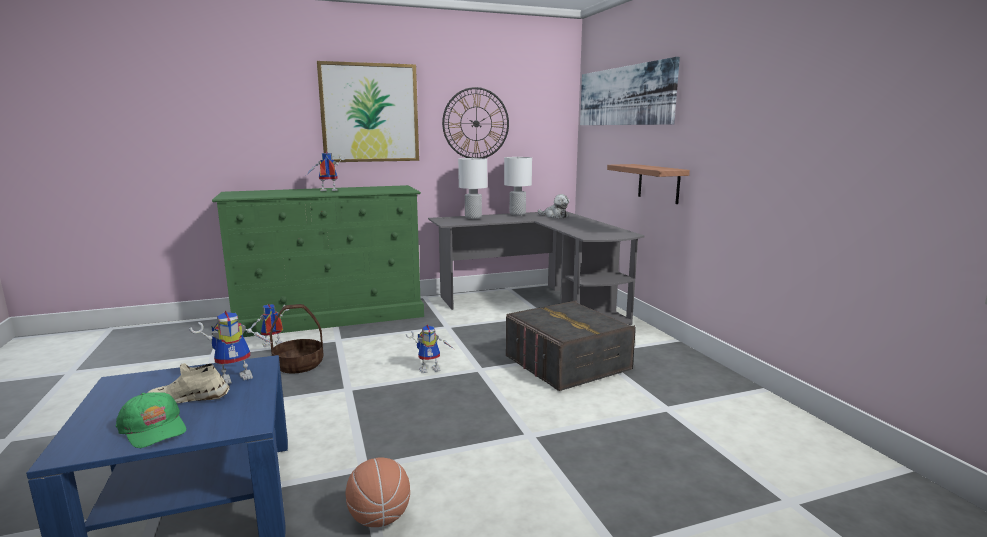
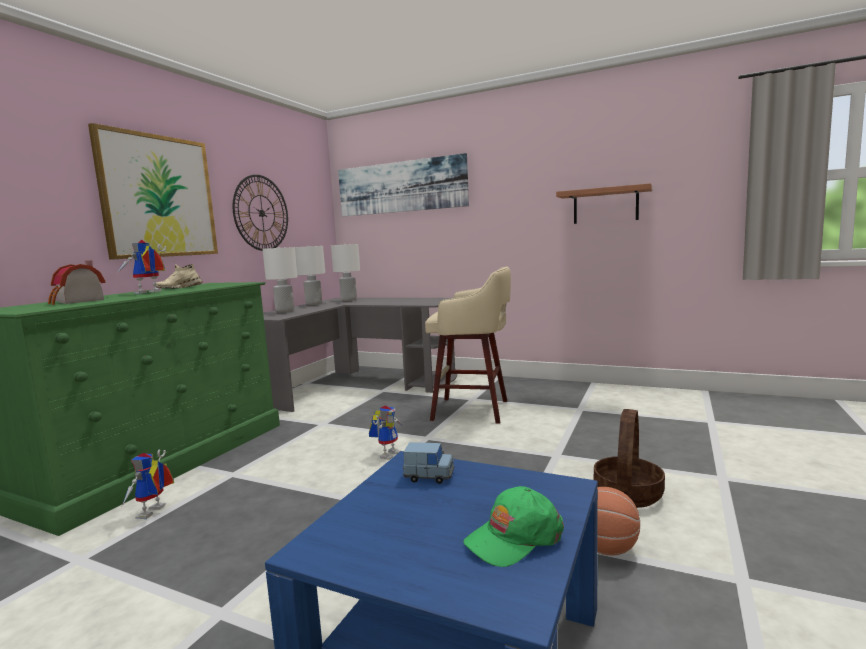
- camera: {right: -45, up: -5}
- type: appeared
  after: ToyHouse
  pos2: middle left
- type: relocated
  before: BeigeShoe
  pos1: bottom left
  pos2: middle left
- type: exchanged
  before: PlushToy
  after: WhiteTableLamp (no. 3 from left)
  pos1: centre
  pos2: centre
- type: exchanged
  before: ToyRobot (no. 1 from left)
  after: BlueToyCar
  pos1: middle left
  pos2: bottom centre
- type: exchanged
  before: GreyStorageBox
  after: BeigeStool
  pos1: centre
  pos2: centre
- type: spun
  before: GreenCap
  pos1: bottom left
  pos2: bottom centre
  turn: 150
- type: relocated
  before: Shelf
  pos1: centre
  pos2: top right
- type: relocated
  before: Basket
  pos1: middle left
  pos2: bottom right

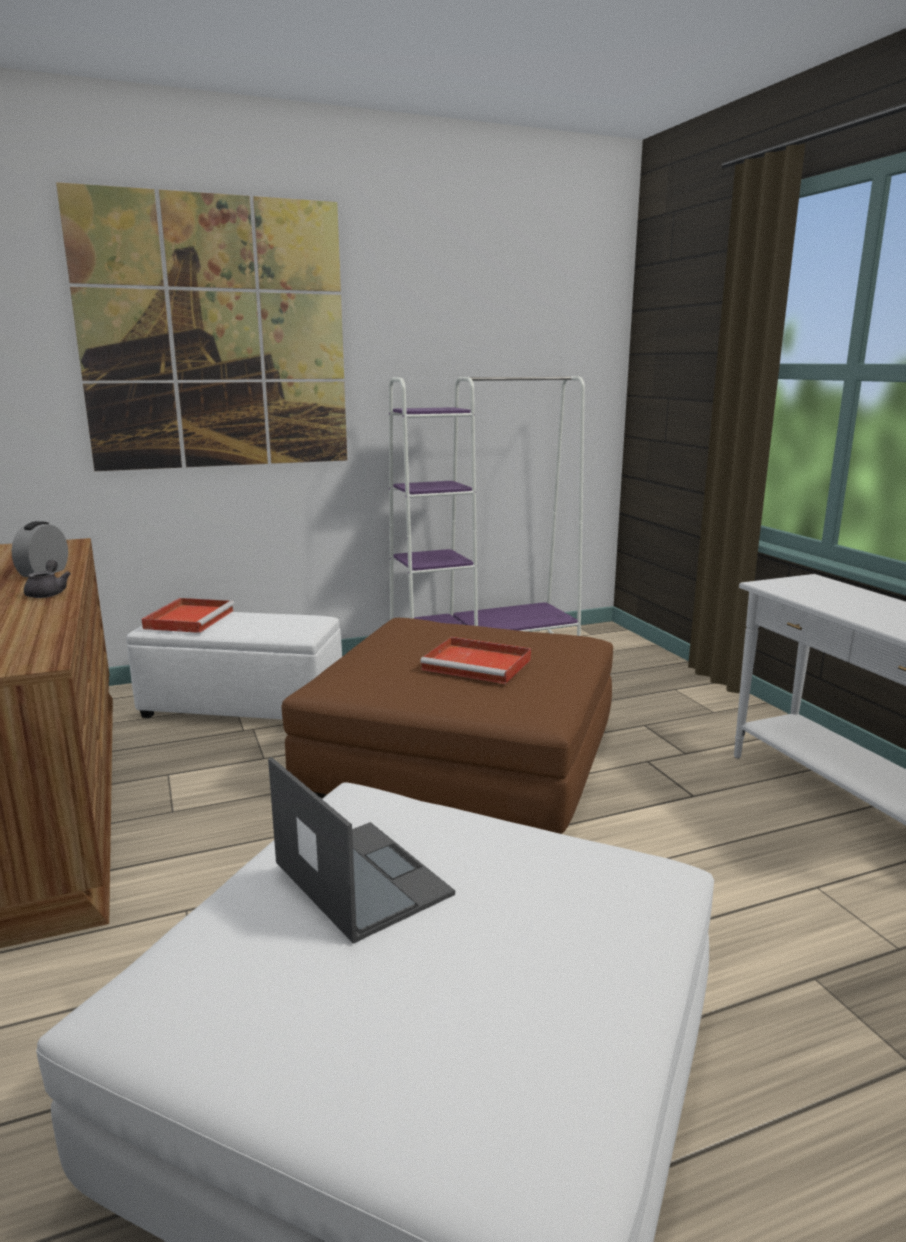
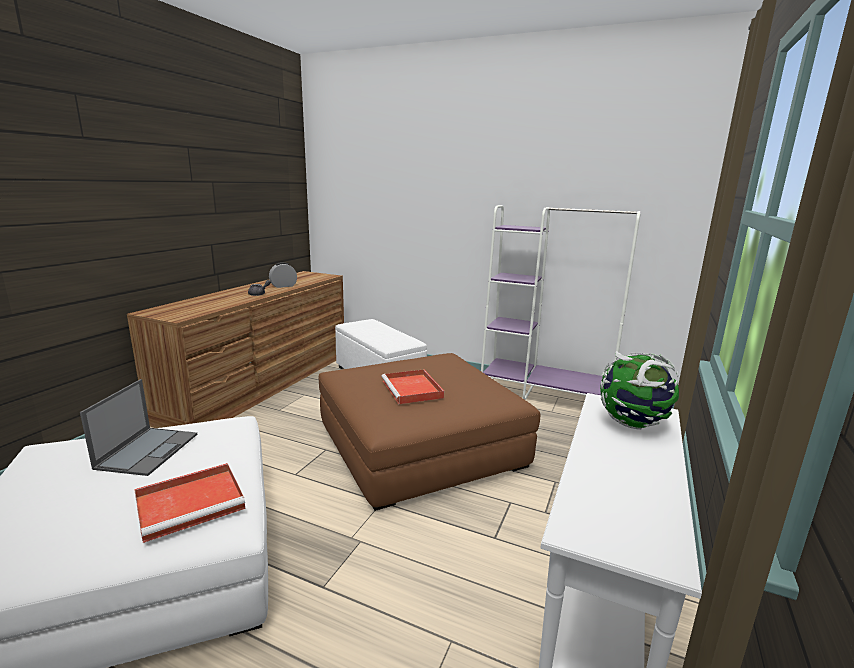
- camera: {right: 45, up: 0}
- type: relocated
  before: RedTray (no. 1 from left)
  pos1: middle left
  pos2: bottom left
- type: appeared
  after: Globe
  pos2: middle right
- type: missing
  before: Picture
  pos1: top left

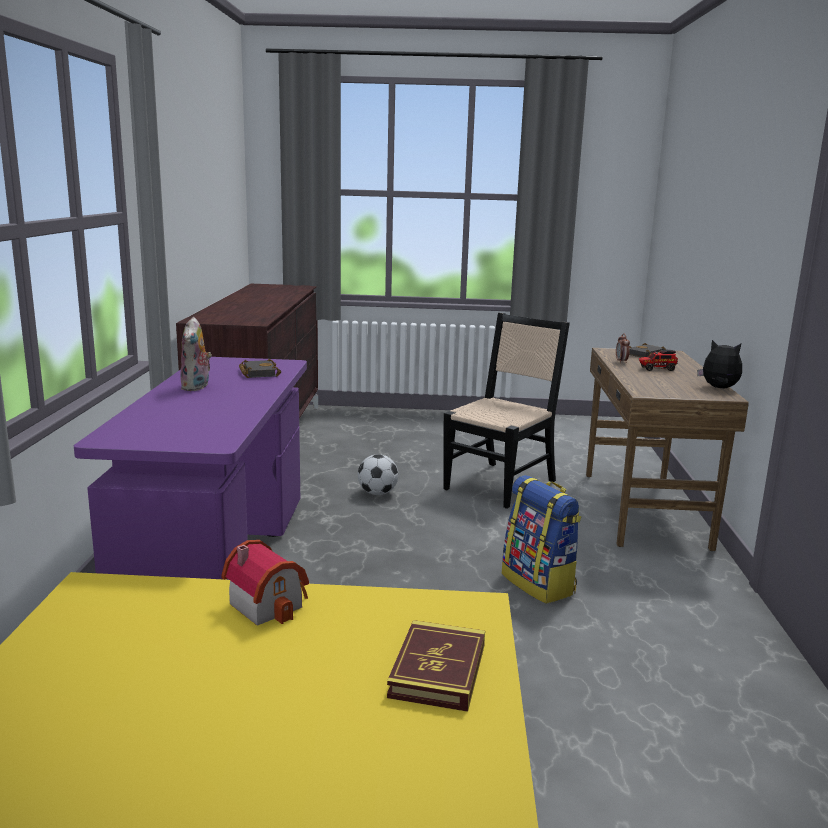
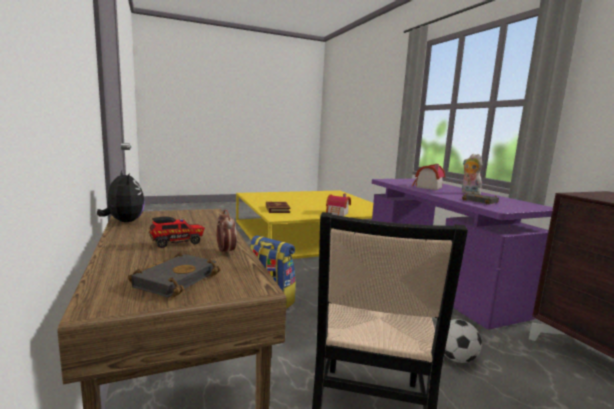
- camera: {right: 155, up: -5}
- type: spun
  before: PlushToy (no. 2 from left in the first image)
  pos1: middle right
  pos2: middle left
  turn: -135
- type: appeared
  after: ToyHouse (no. 2 from left)
  pos2: middle right

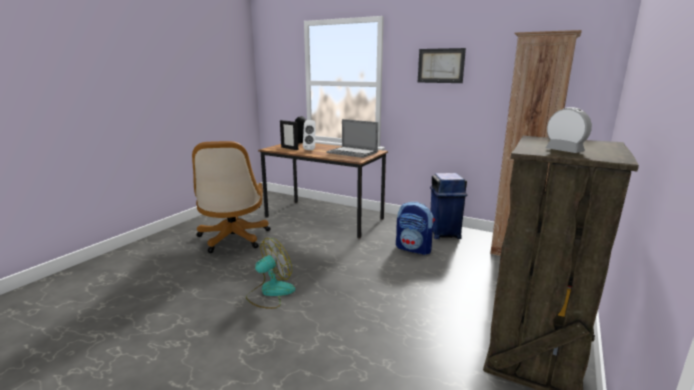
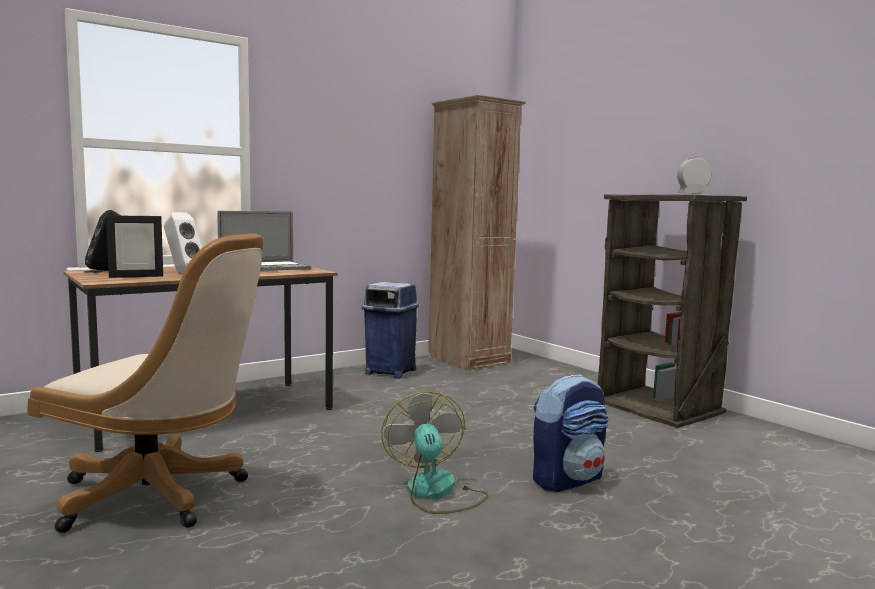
- camera: {right: -65, up: -10}
- type: relocated
  before: Backpack
  pos1: centre
  pos2: bottom centre
- type: missing
  before: Picture
  pos1: top centre

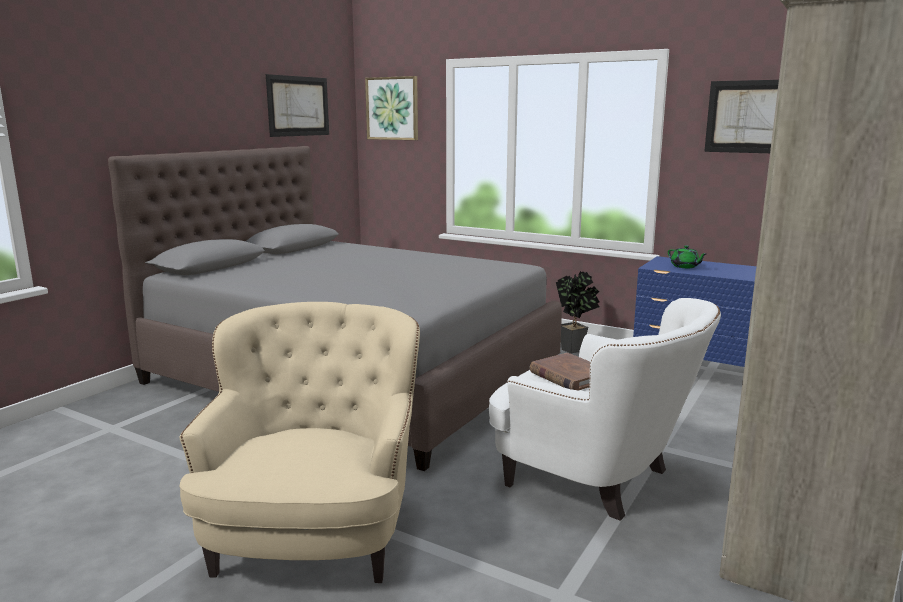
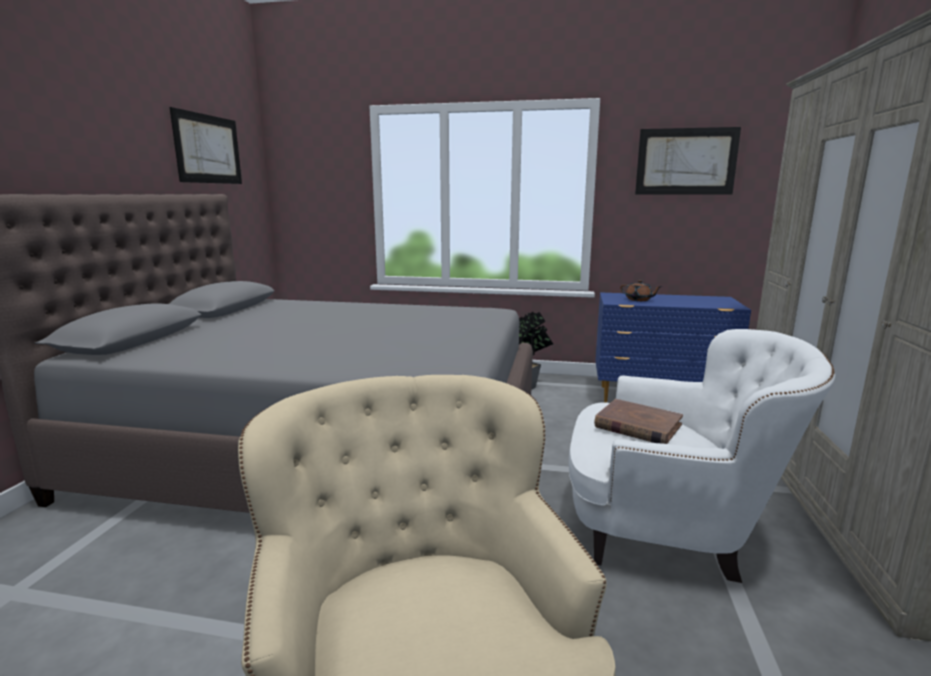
- camera: {right: -20, up: 0}
- type: colour
  before: GreenTeapot
  after: BrownTeapot
  pos1: middle right
  pos2: middle right
- type: missing
  before: Picture (no. 2 from left)
  pos1: top centre

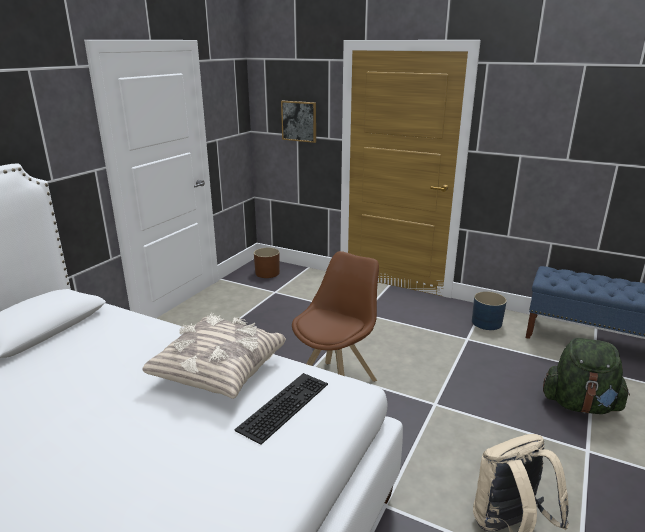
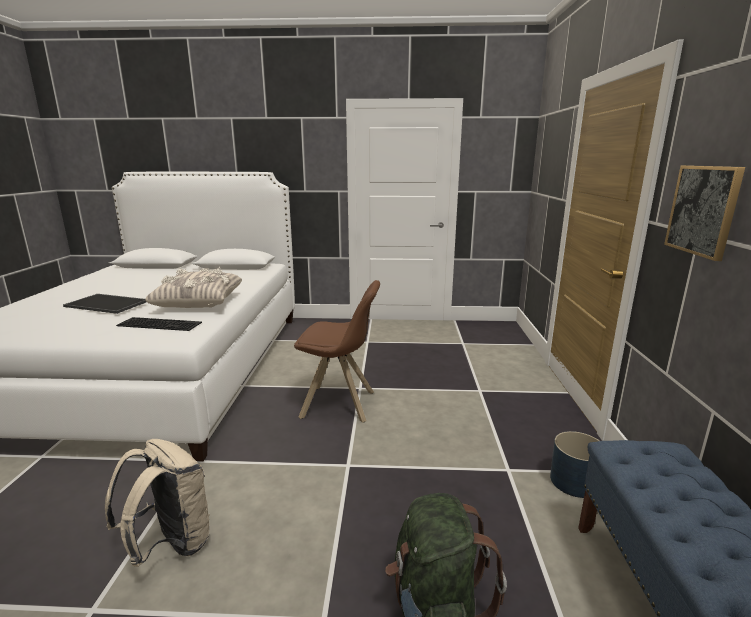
- camera: {right: 65, up: -5}
- type: appeared
  after: Tray
  pos2: middle left
- type: relocated
  before: Picture
  pos1: top centre
  pos2: middle right
- type: missing
  before: BrownPlanter
  pos1: centre

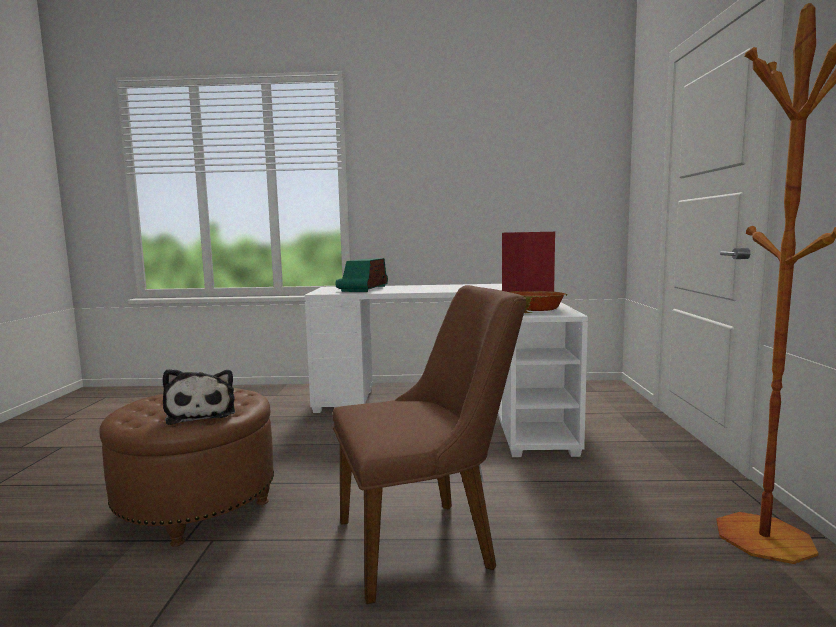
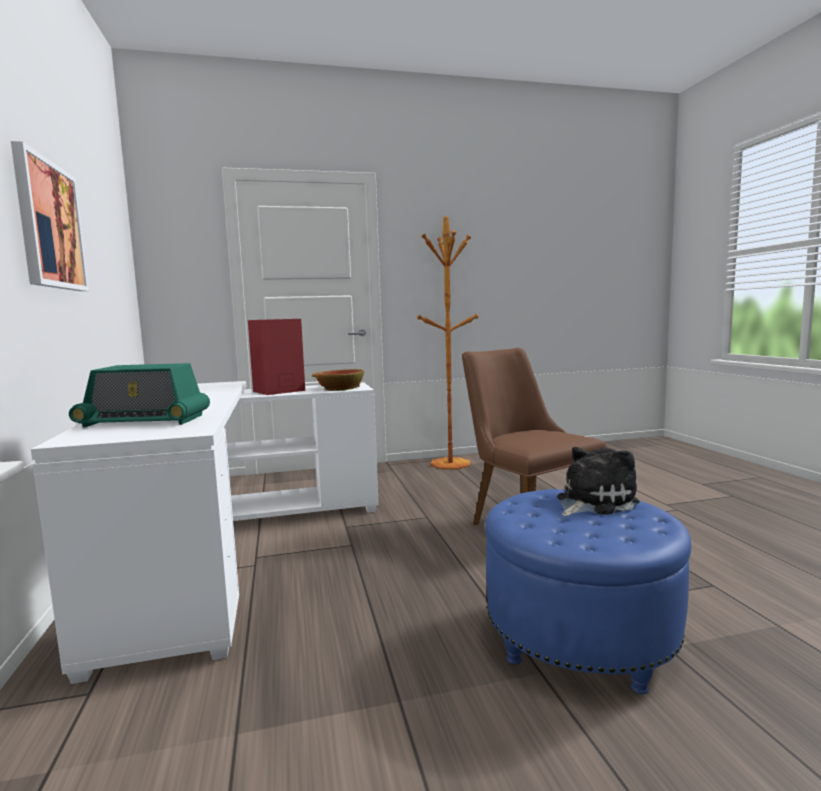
- camera: {right: -105, up: 0}
- type: appeared
  after: Picture
  pos2: top left
- type: colour
  before: BrownOttoman
  after: BlueOttoman
  pos1: bottom left
  pos2: bottom right

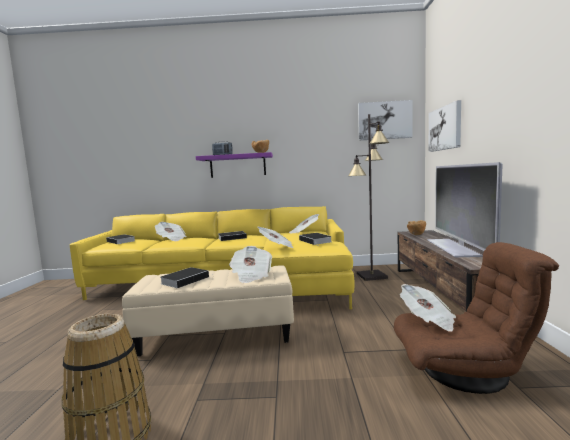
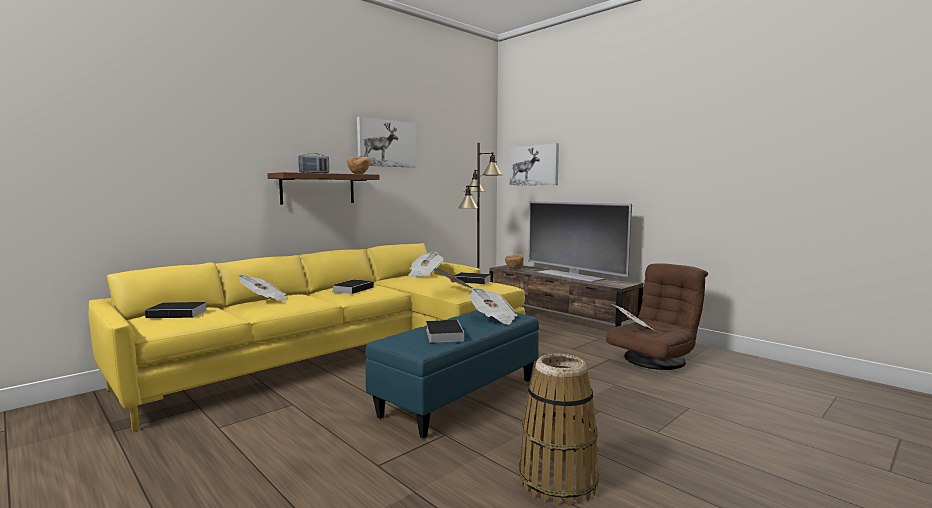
- camera: {right: -45, up: 0}
- type: colour
  before: PurpleShelf
  after: BrownShelf
  pos1: centre
  pos2: centre
- type: relocated
  before: Picture (no. 1 from left)
  pos1: top right
  pos2: top centre
- type: colour
  before: BeigeOttoman
  after: BlueOttoman
  pos1: bottom centre
  pos2: bottom centre

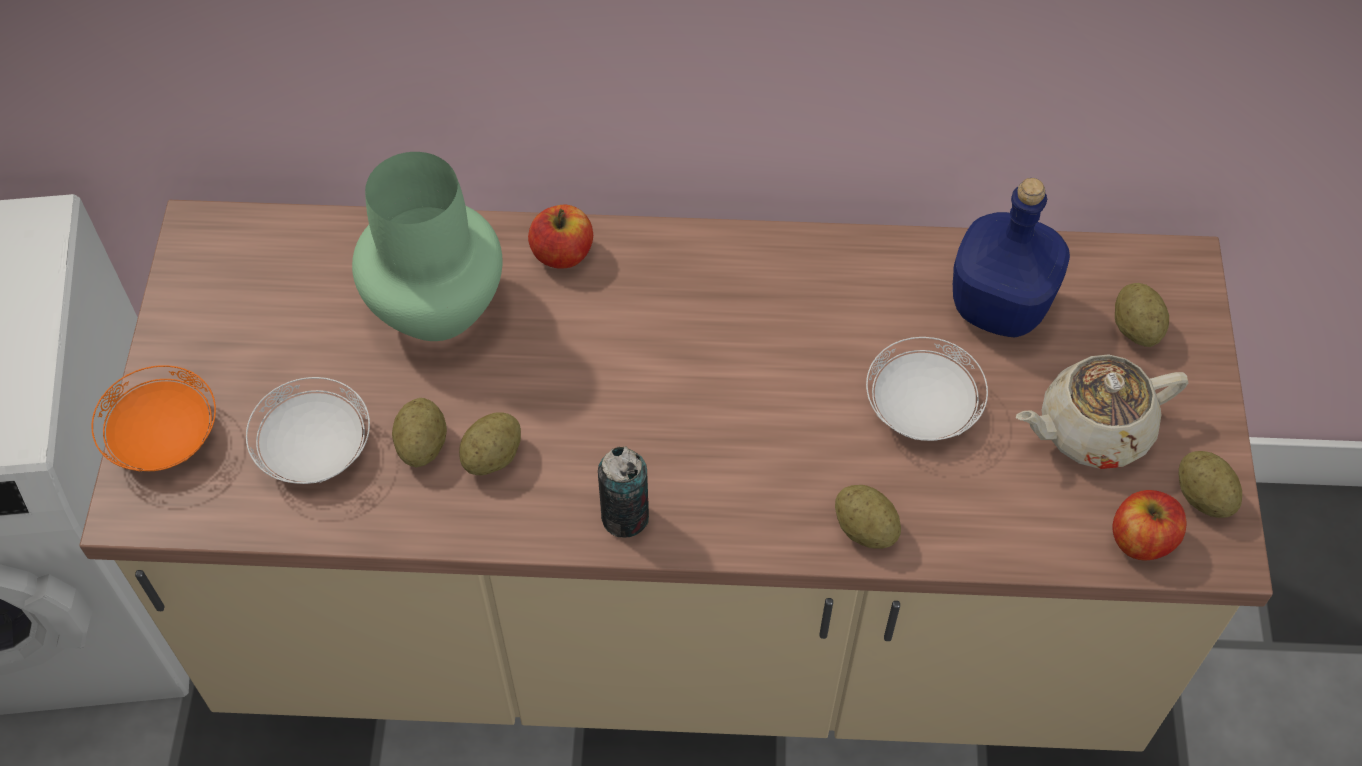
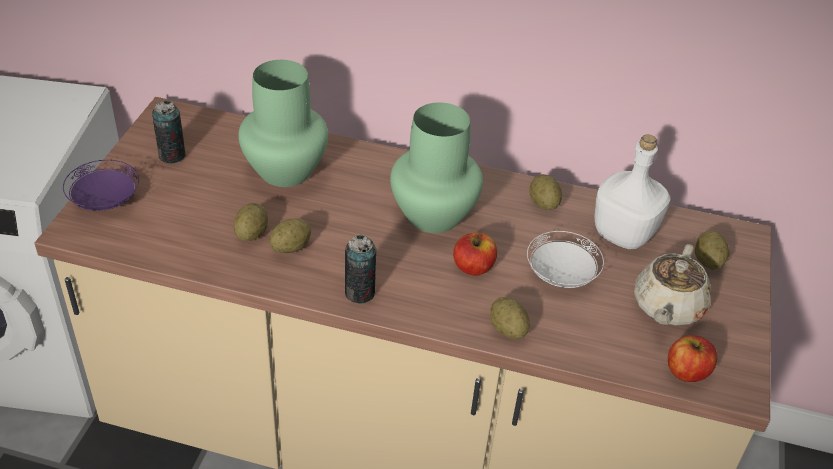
- camera: {right: 10, up: -15}
- type: colour
  before: OrangePlate
  after: PurplePlate
  pos1: middle left
  pos2: middle left
- type: appeared
  after: Can (no. 1 from left)
  pos2: top left
- type: appeared
  after: GreenVase (no. 2 from left)
  pos2: centre
- type: relocated
  before: Apple (no. 1 from left)
  pos1: top centre
  pos2: centre
- type: relocated
  before: Potato (no. 5 from left in the first image)
  after: Potato (no. 4 from left)
  pos1: middle right
  pos2: centre
- type: colour
  before: BlueBottle
  after: WhiteBottle
  pos1: middle right
  pos2: middle right
- type: spun
  before: BeigeTeapot
  pos1: middle right
  pos2: middle right
  turn: -60
- type: missing
  before: WhitePlate (no. 1 from left)
  pos1: middle left

